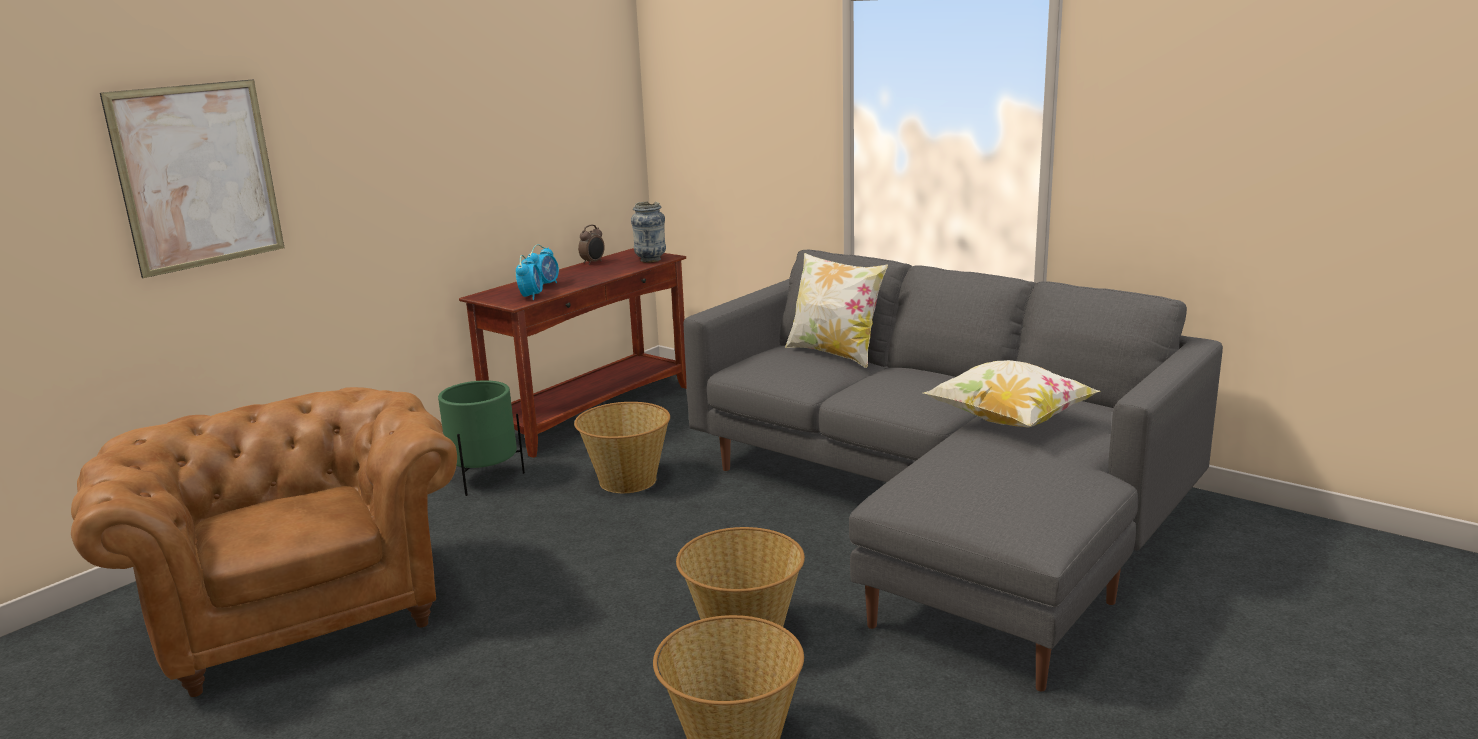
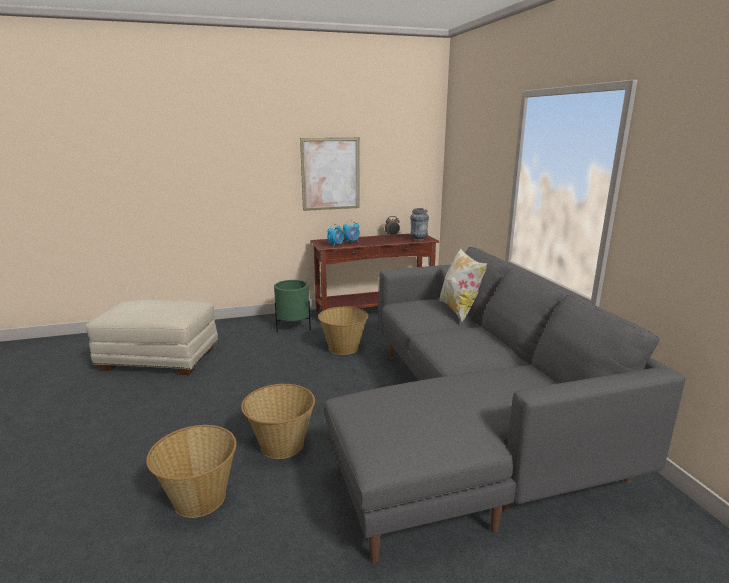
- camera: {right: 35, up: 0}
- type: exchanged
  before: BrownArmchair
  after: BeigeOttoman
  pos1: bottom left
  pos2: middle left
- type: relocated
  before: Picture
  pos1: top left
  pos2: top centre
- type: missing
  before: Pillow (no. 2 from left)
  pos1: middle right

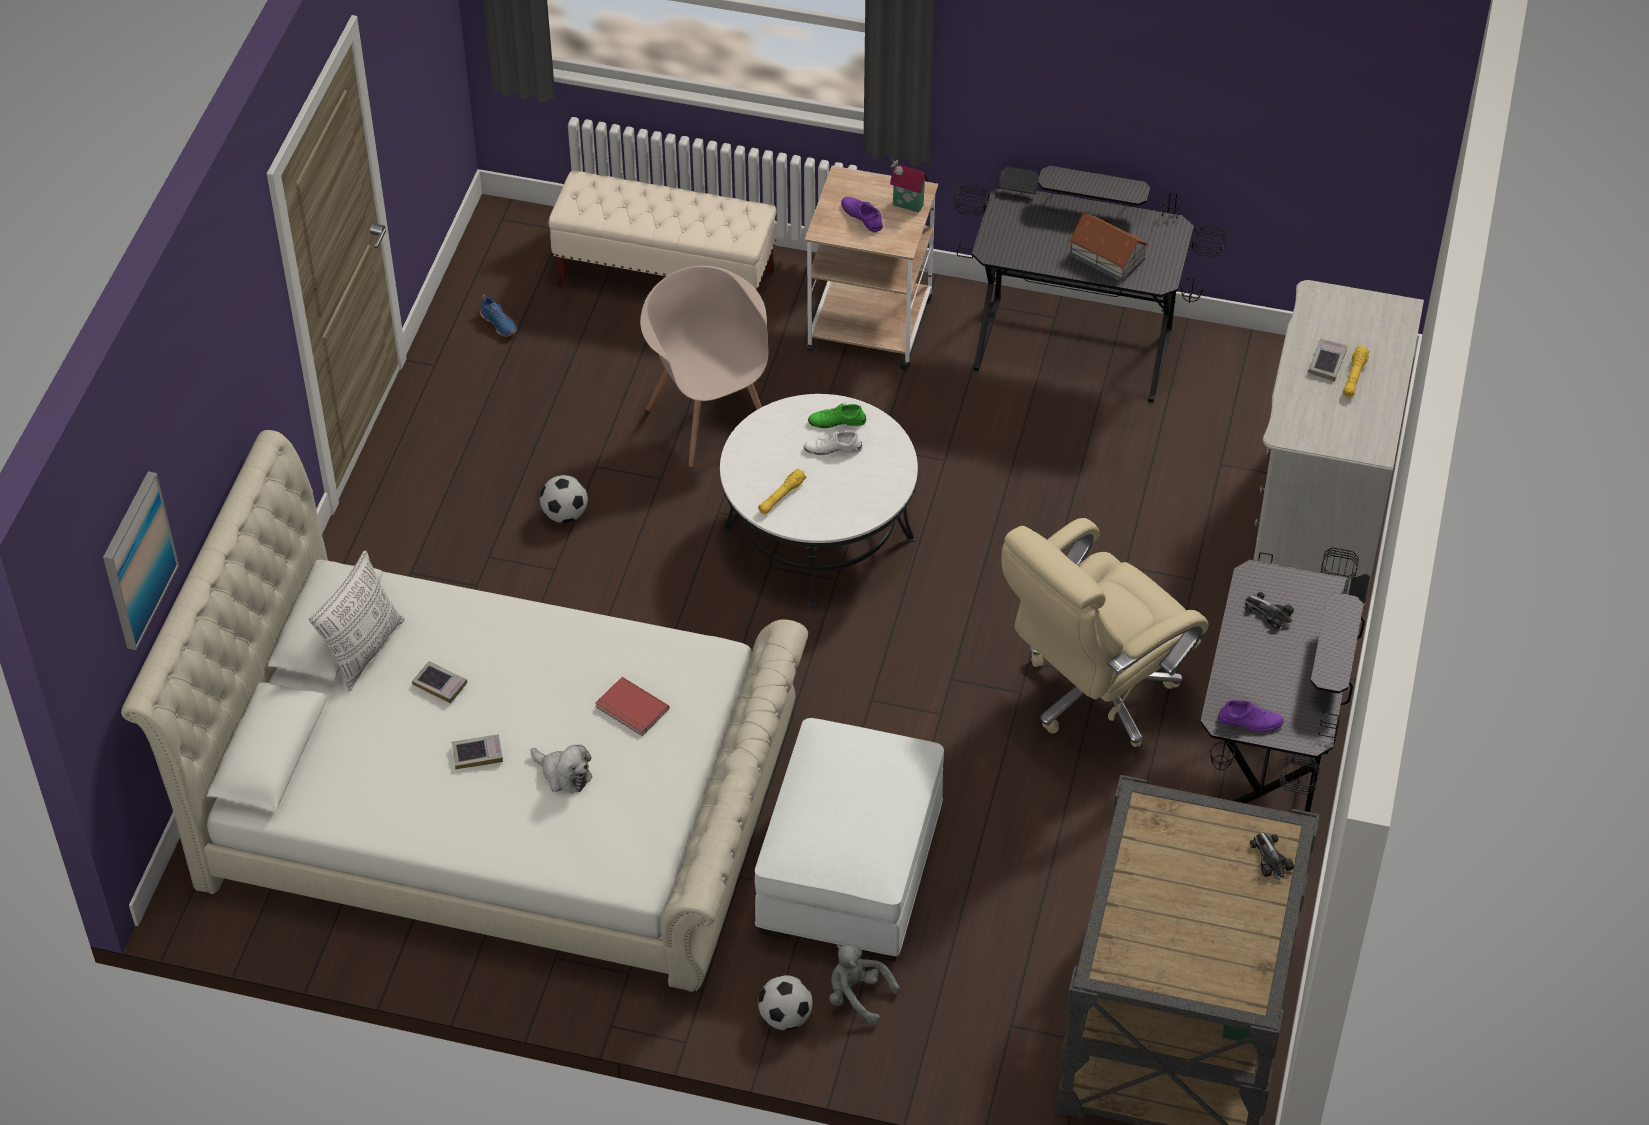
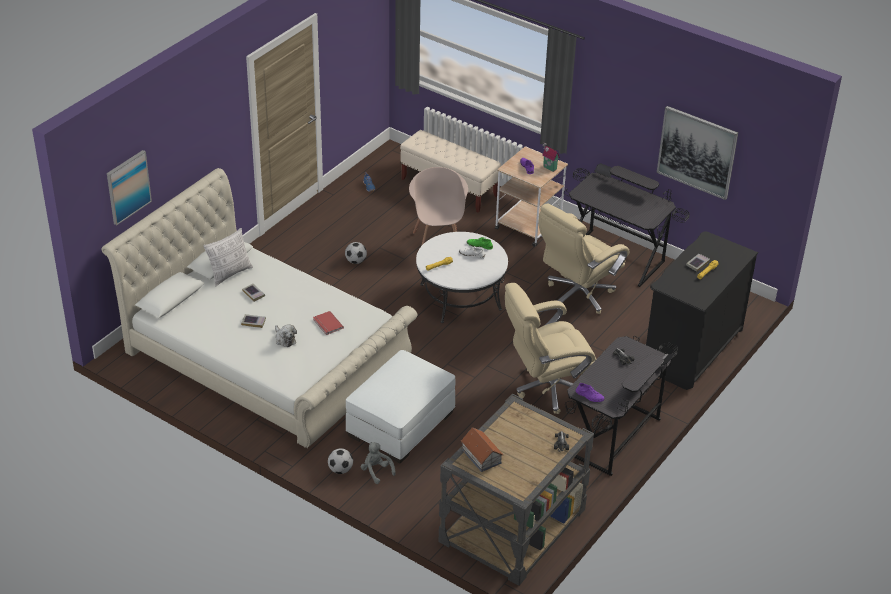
- camera: {right: 20, up: -10}
- type: relocated
  before: ToyHouse (no. 2 from left in the first image)
  after: ToyHouse (no. 1 from left)
  pos1: top right
  pos2: bottom centre
- type: appeared
  after: BeigeOfficeChair (no. 2 from left)
  pos2: centre
- type: colour
  before: WhiteDresser
  after: BlackDresser
  pos1: middle right
  pos2: middle right
- type: appeared
  after: Picture (no. 2 from left)
  pos2: top right

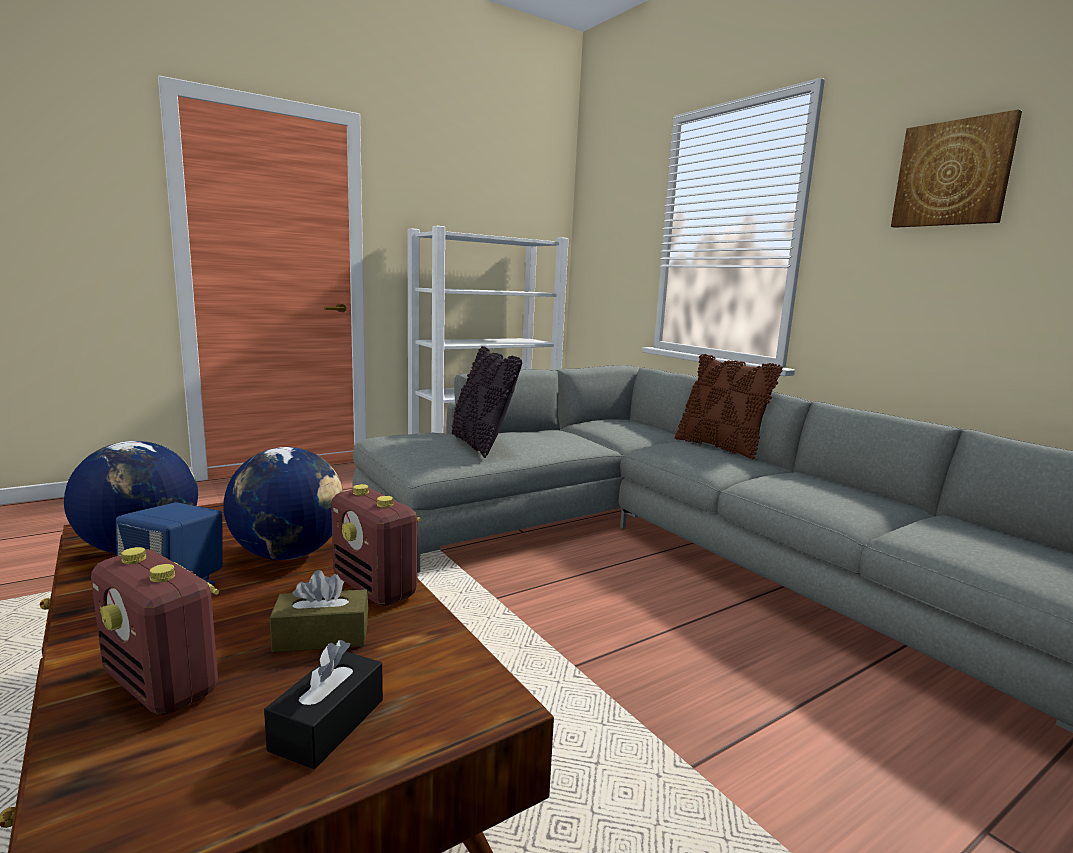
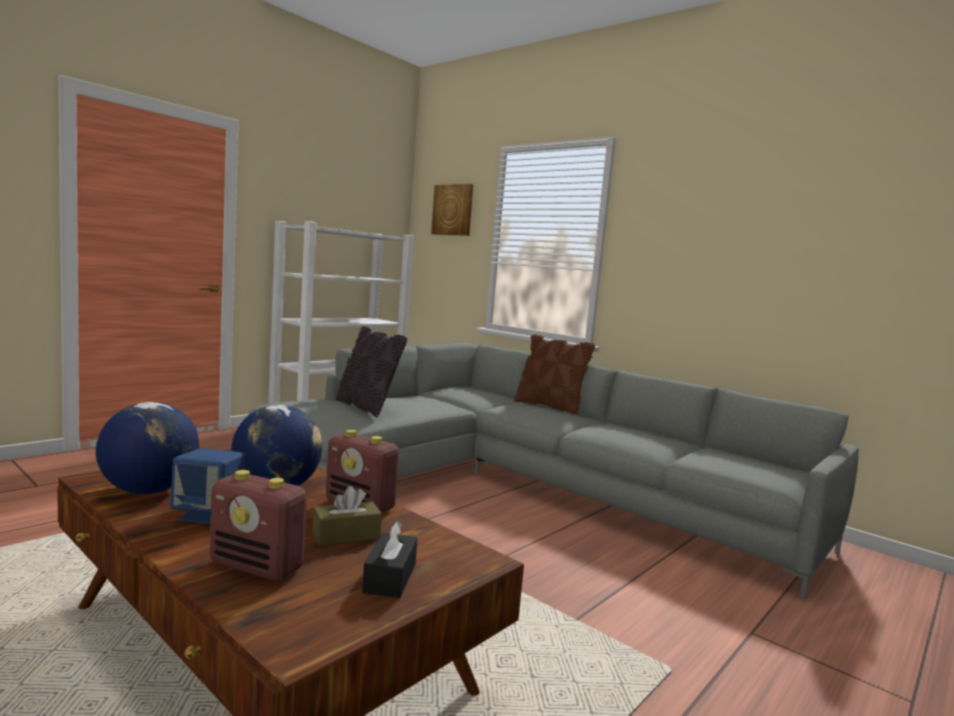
- camera: {right: -15, up: -5}
- type: relocated
  before: Picture
  pos1: top right
  pos2: top centre

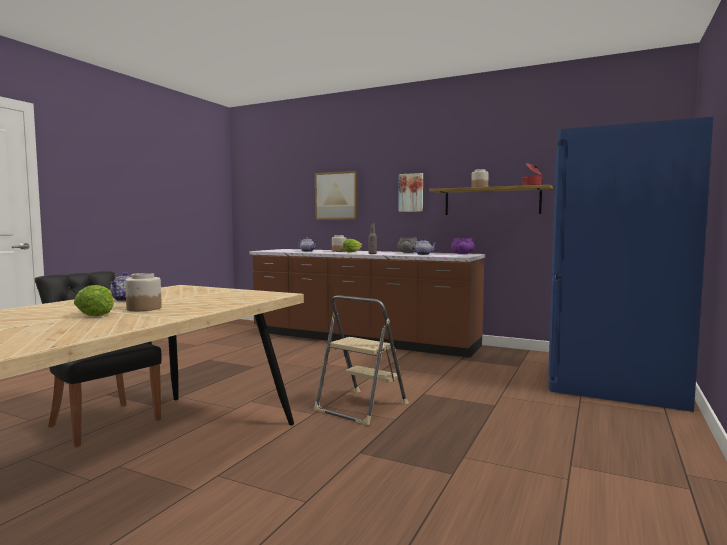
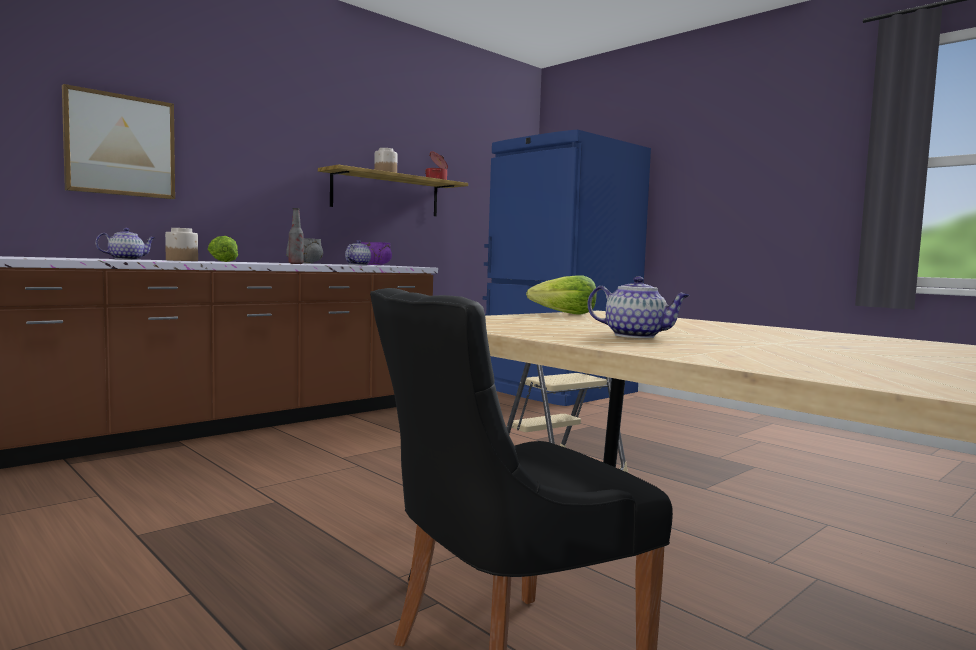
- camera: {right: -70, up: 0}
- type: relocated
  before: Lettuce (no. 1 from left in the first image)
  after: Lettuce (no. 2 from left)
  pos1: middle left
  pos2: centre
- type: missing
  before: Jar (no. 1 from left)
  pos1: middle left
- type: missing
  before: Picture (no. 2 from left)
  pos1: centre

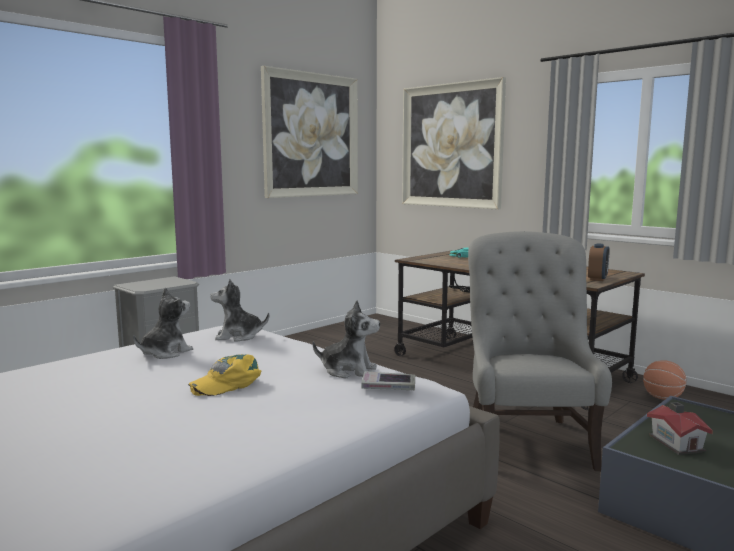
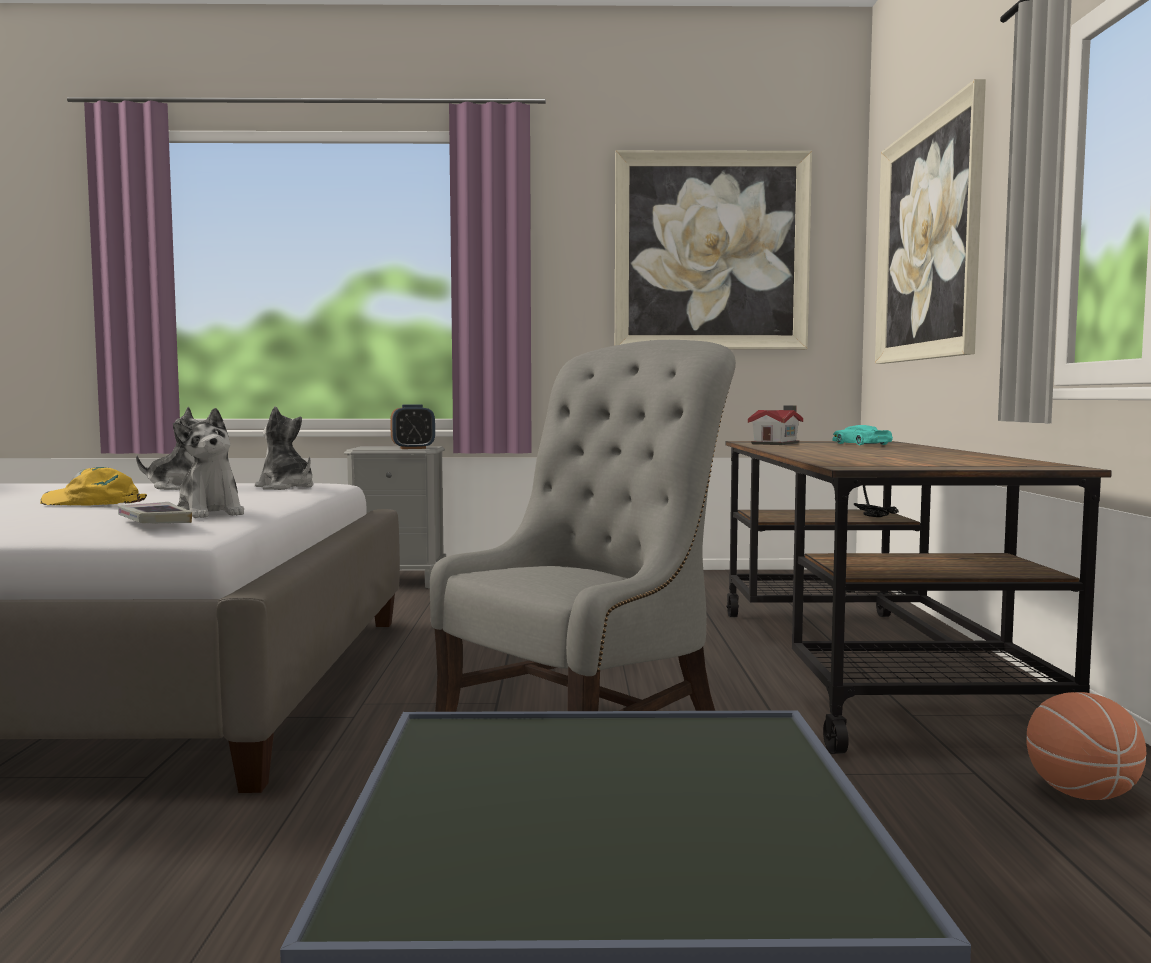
- camera: {right: 45, up: -5}
- type: relocated
  before: AlarmClock
  pos1: middle right
  pos2: centre
- type: relocated
  before: ToyHouse
  pos1: bottom right
  pos2: middle right

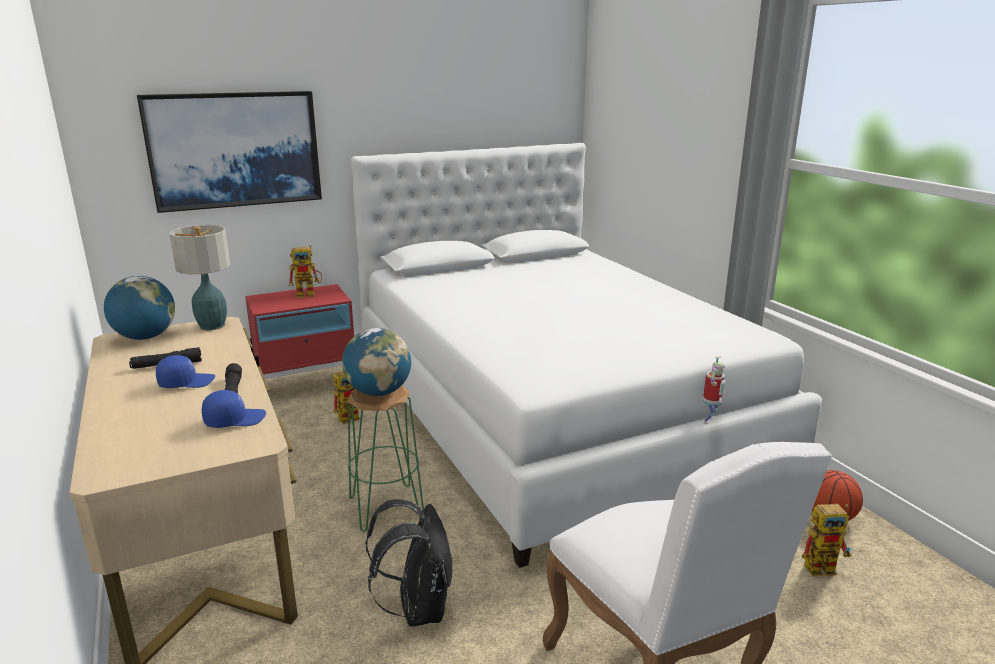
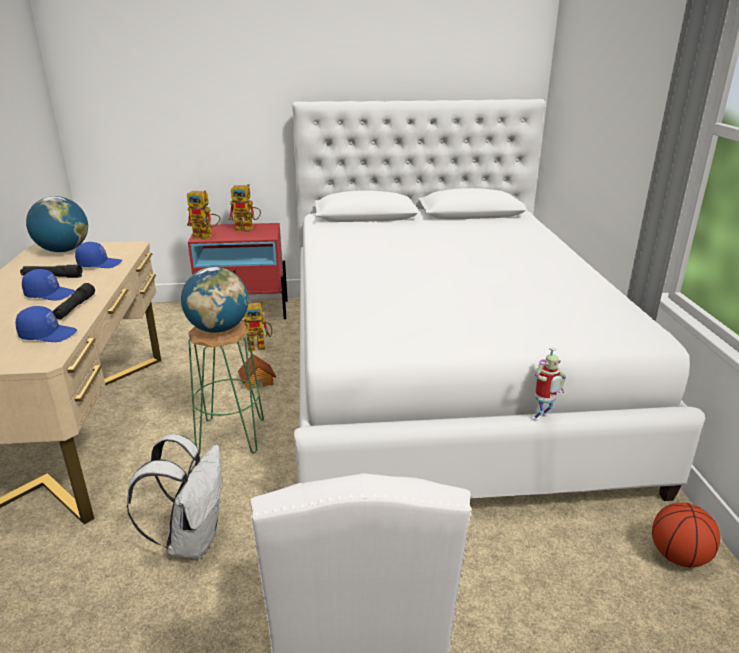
- camera: {right: 20, up: 5}
- type: appeared
  after: BlueCap (no. 3 from left)
  pos2: middle left
- type: colour
  before: BlackBackpack
  after: WhiteBackpack
  pos1: bottom centre
  pos2: bottom left
- type: relocated
  before: ToyRobot (no. 4 from left in the first image)
  after: ToyRobot (no. 1 from left)
  pos1: bottom right
  pos2: top left
- type: appeared
  after: ToyHouse
  pos2: centre
- type: missing
  before: Picture
  pos1: top left
- type: missing
  before: TableLamp
  pos1: middle left

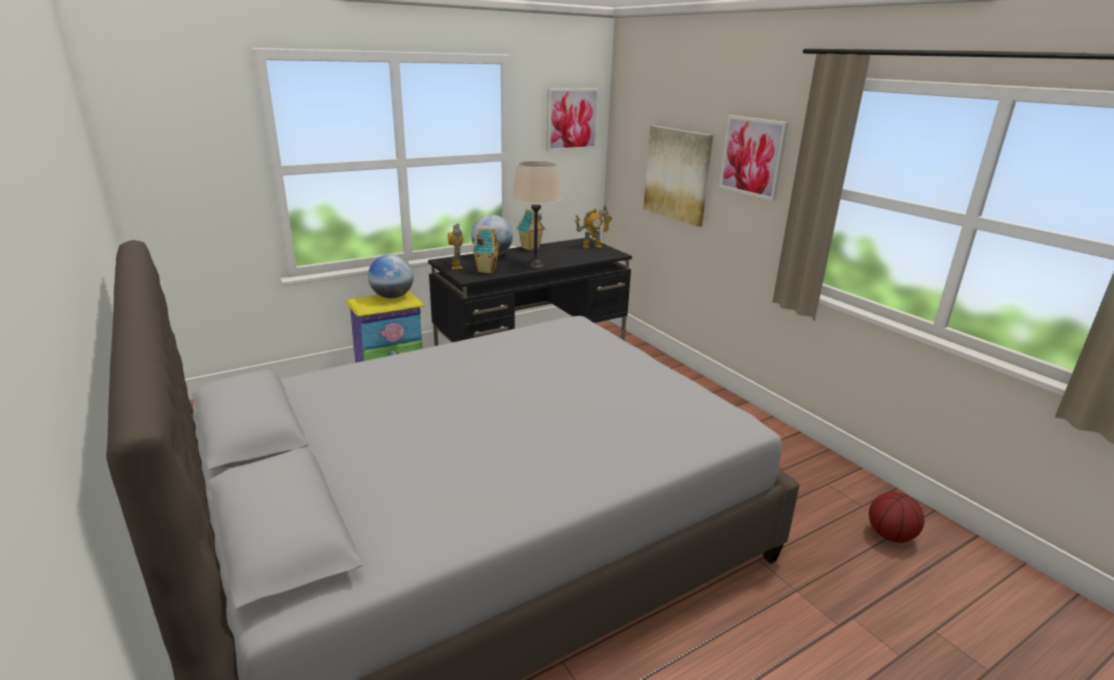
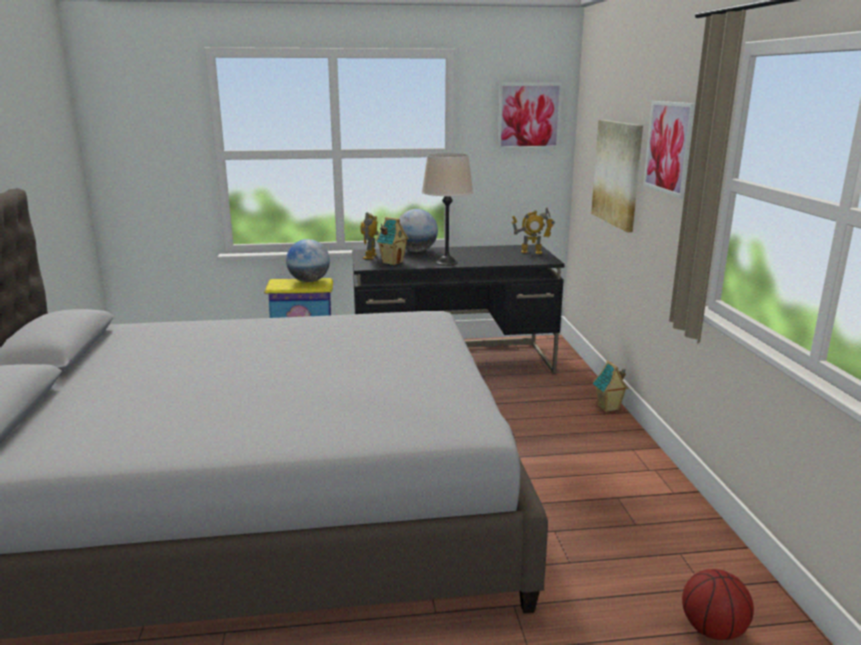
- camera: {right: 25, up: -5}
- type: relocated
  before: ToyHouse (no. 2 from left)
  pos1: centre
  pos2: middle right

